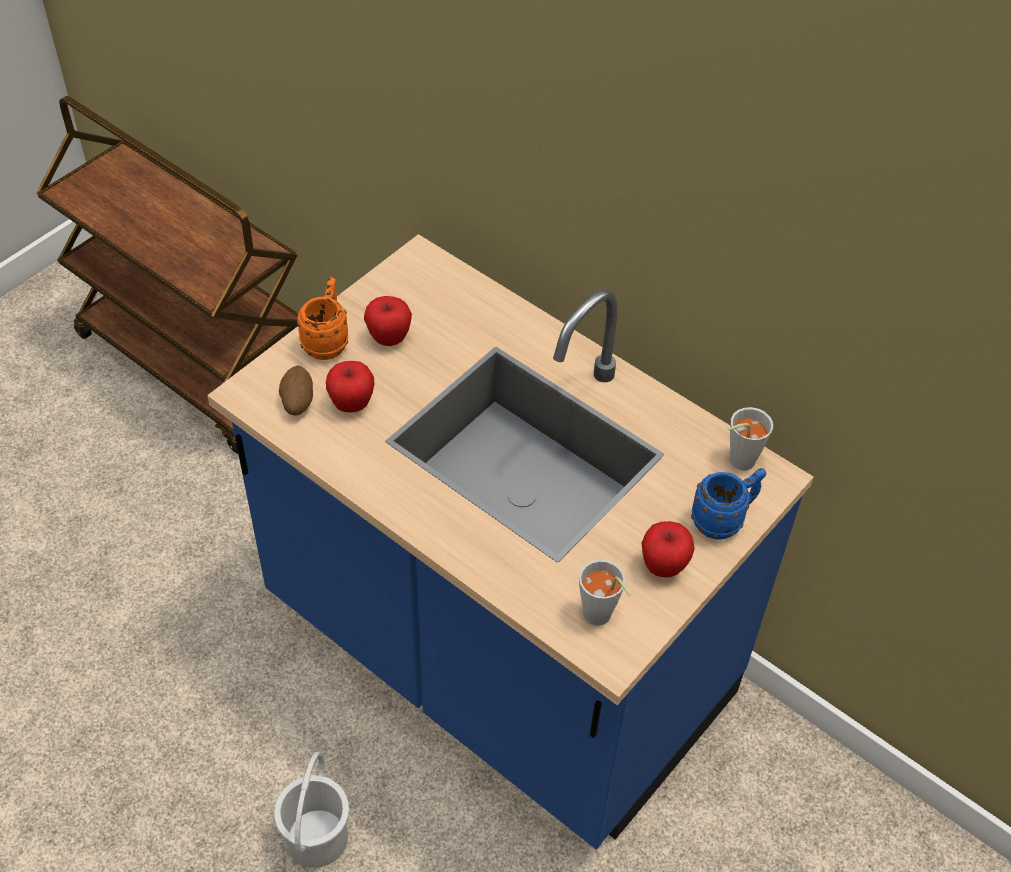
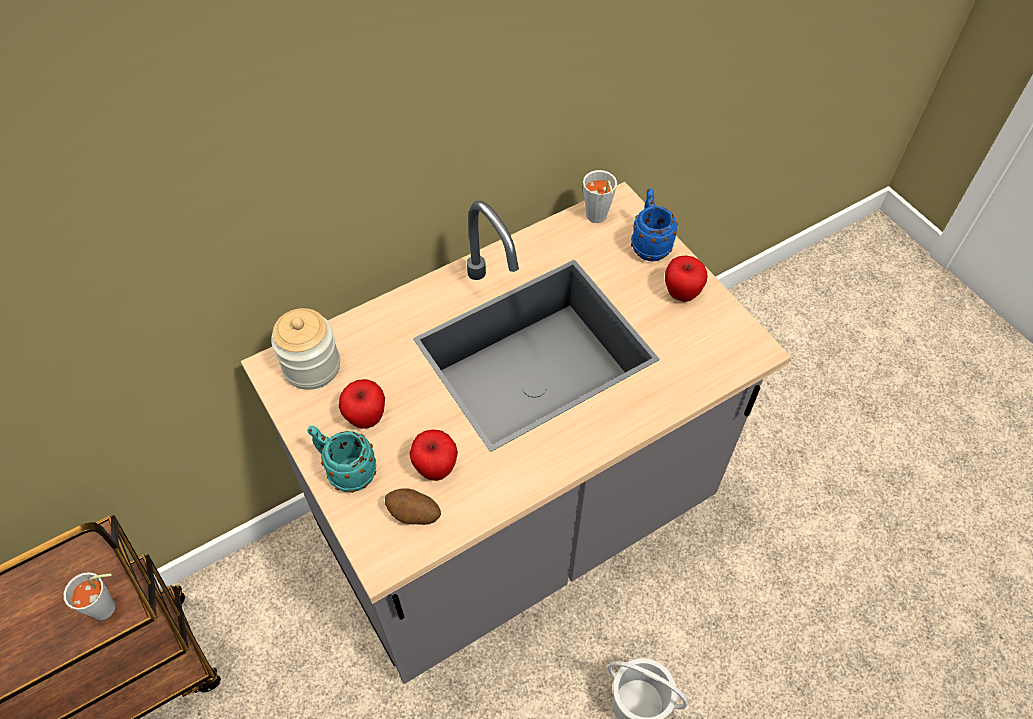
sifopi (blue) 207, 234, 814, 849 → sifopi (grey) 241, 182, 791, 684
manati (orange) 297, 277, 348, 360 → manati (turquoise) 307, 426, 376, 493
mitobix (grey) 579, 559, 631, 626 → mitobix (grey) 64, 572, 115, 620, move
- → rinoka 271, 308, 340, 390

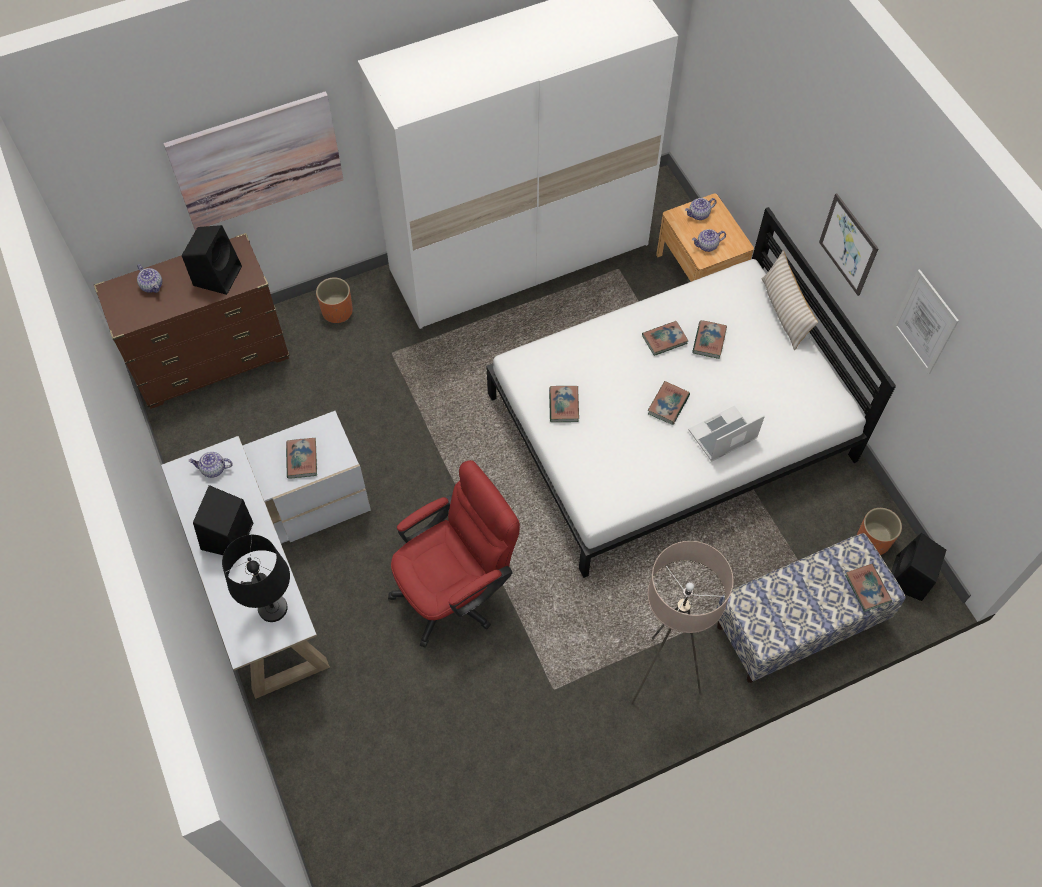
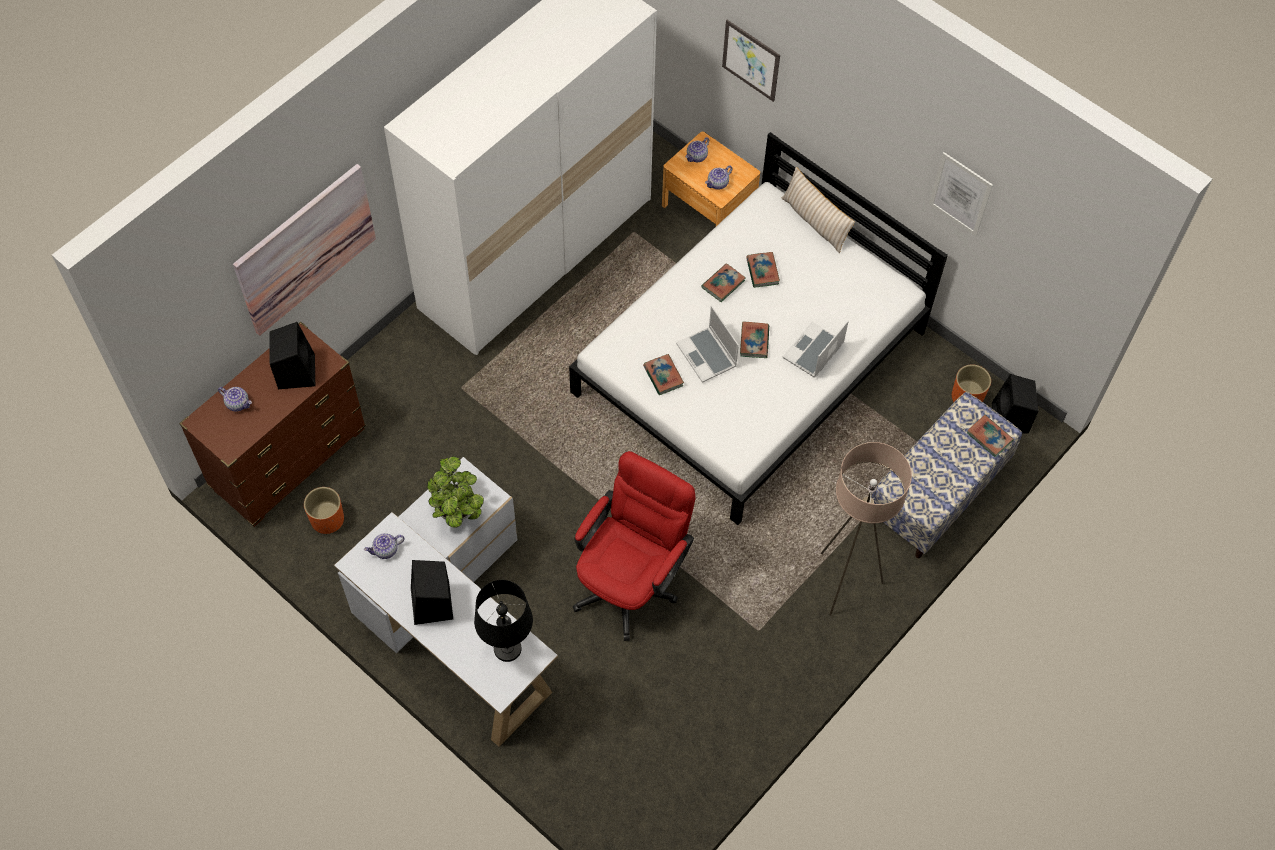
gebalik 819, 193, 879, 296 → gebalik 722, 20, 780, 102, move
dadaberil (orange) 316, 277, 353, 323 → dadaberil (orange) 304, 487, 344, 534, move
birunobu 286, 438, 317, 479 → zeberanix 427, 456, 484, 527
- → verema 676, 306, 739, 383

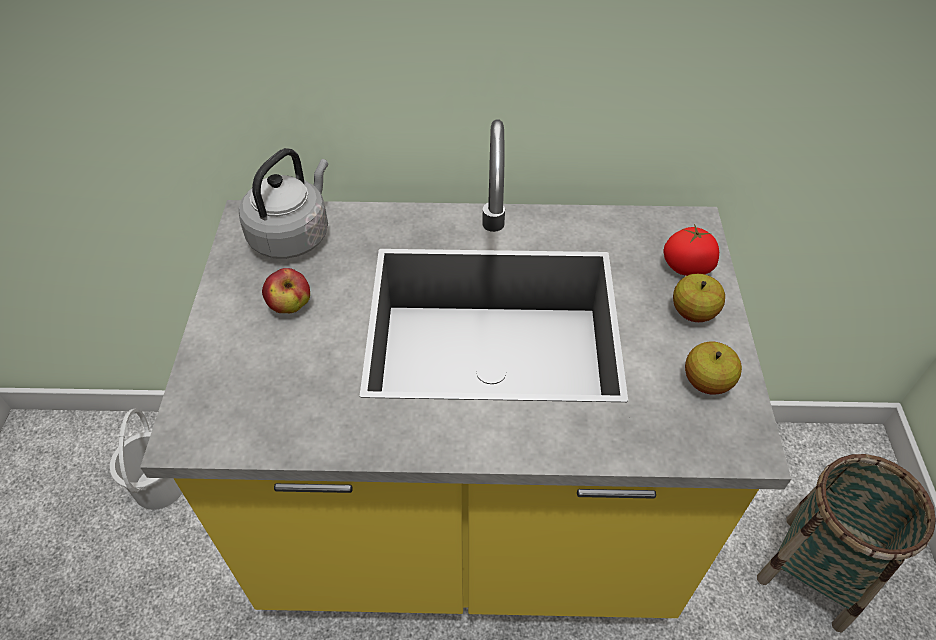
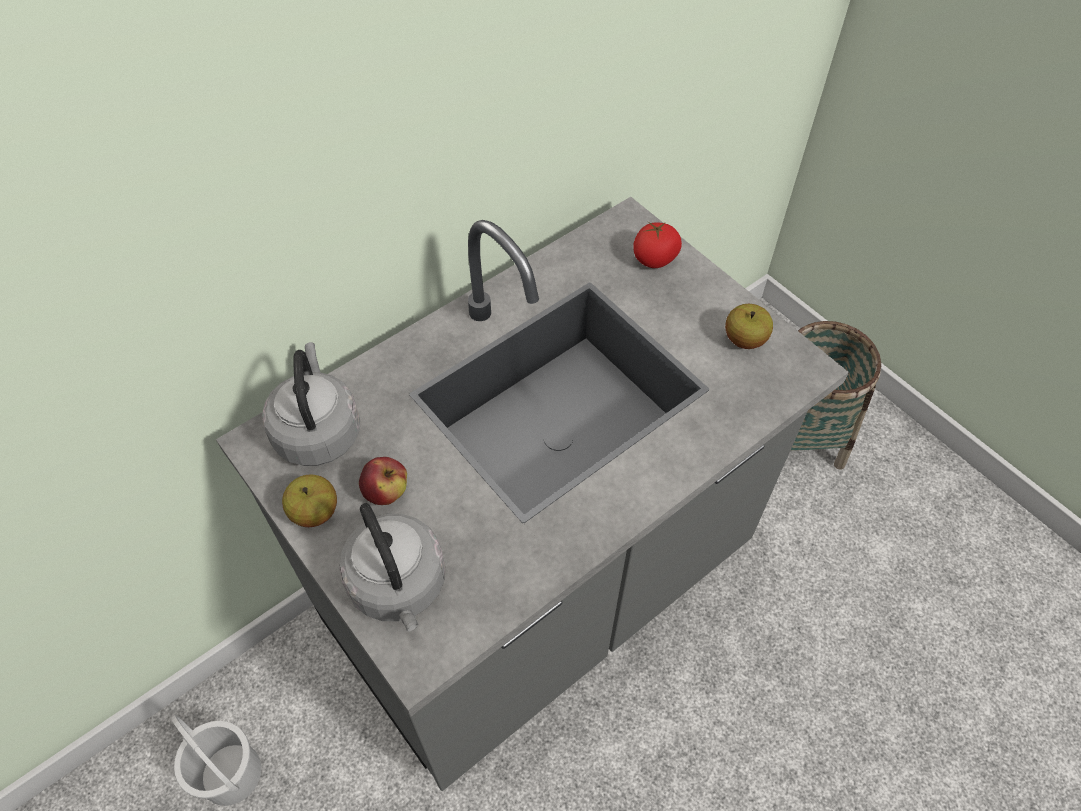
sifopi (yellow) 140, 119, 791, 618 → sifopi (grey) 216, 197, 849, 791
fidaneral 673, 274, 725, 322 → fidaneral 282, 475, 337, 527, move
- → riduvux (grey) 339, 503, 445, 632

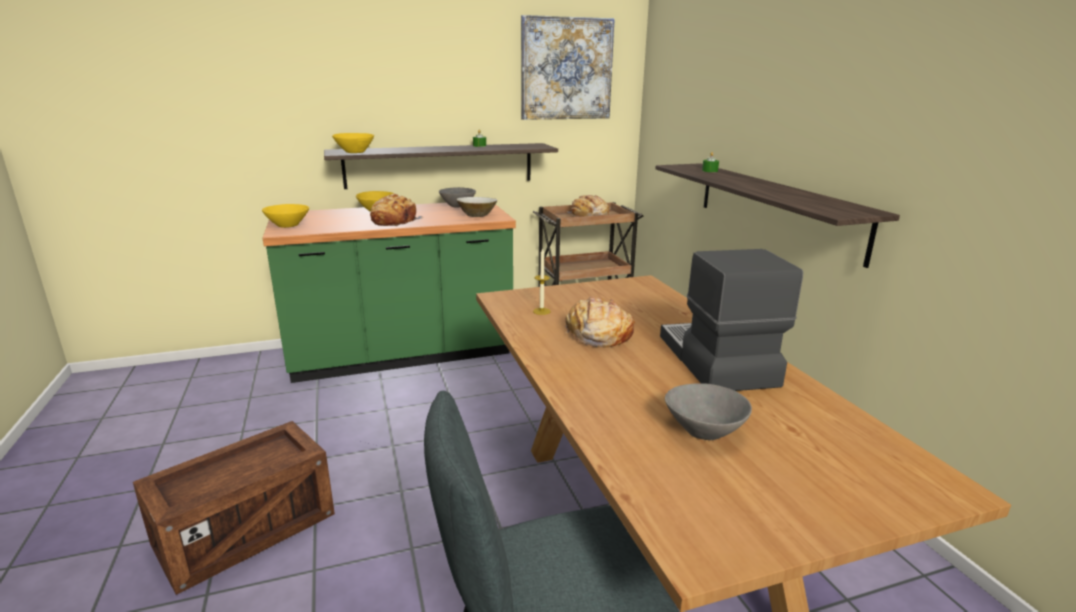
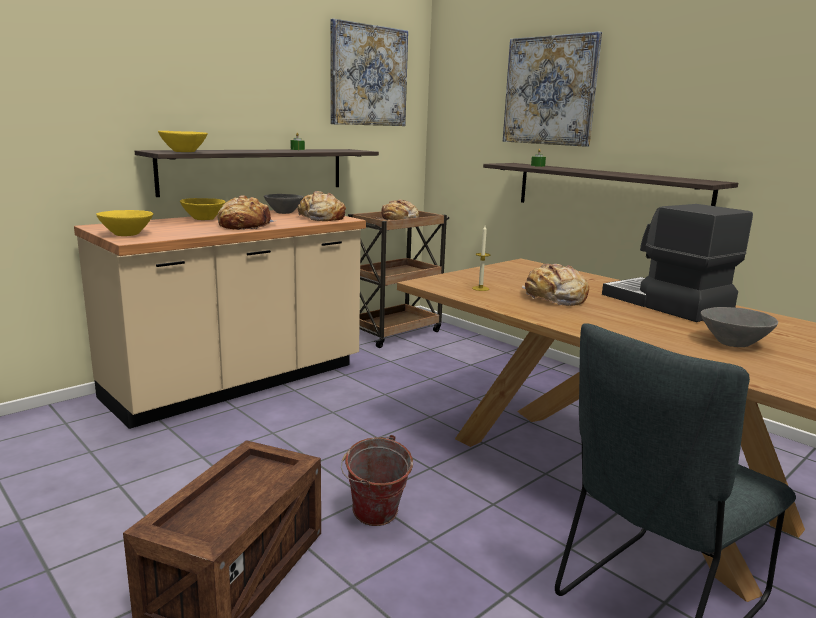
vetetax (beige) 456, 197, 497, 217 → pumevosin 298, 191, 346, 221
sifopi (green) 263, 203, 516, 383 → sifopi (beige) 74, 208, 366, 429
- → gebalik 503, 31, 602, 147
- → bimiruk 341, 435, 413, 526

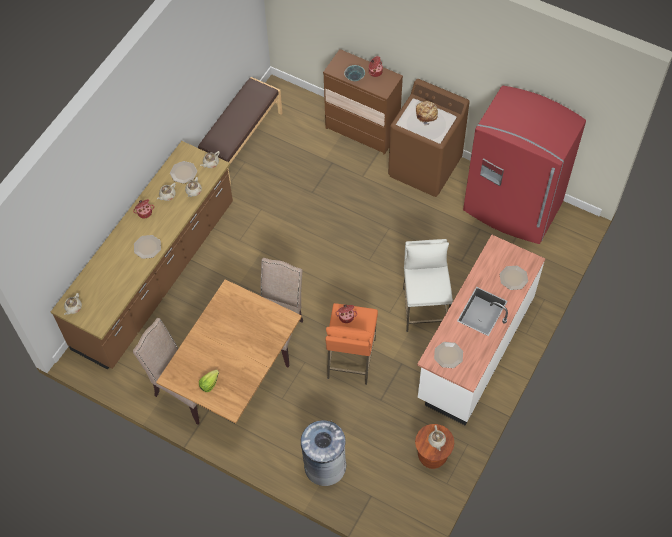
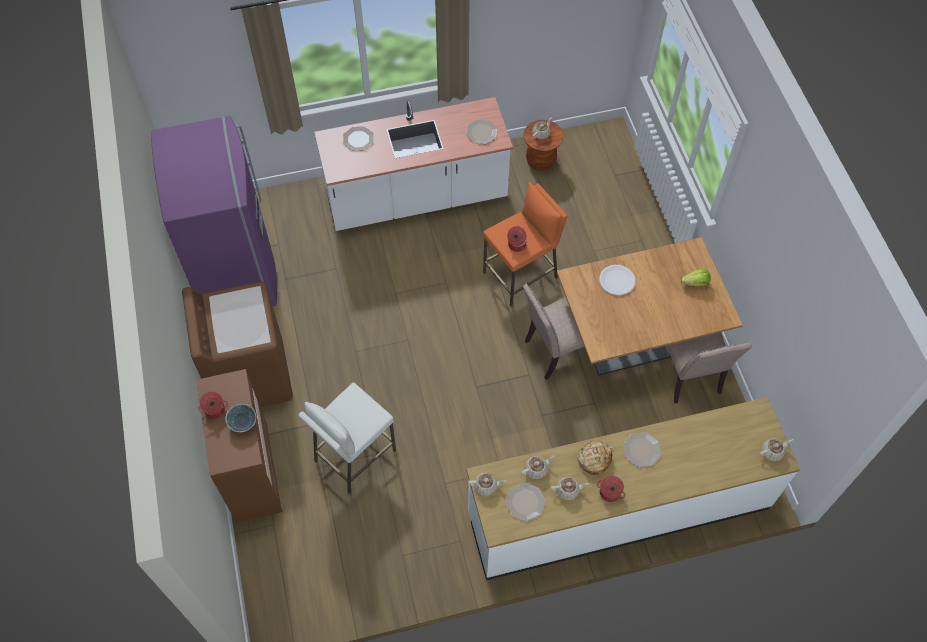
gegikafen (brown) 198, 77, 282, 185 → -
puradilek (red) 463, 86, 586, 244 → puradilek (purple) 151, 116, 277, 306
pumevosin 416, 101, 438, 126 → pumevosin 578, 440, 612, 475, move
sifopi (brown) 51, 141, 233, 370 → sifopi (white) 466, 397, 800, 580
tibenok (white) 403, 239, 453, 332 → tibenok (white) 298, 383, 396, 494, move
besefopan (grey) 301, 420, 346, 486 → -
- → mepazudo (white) 600, 265, 635, 295

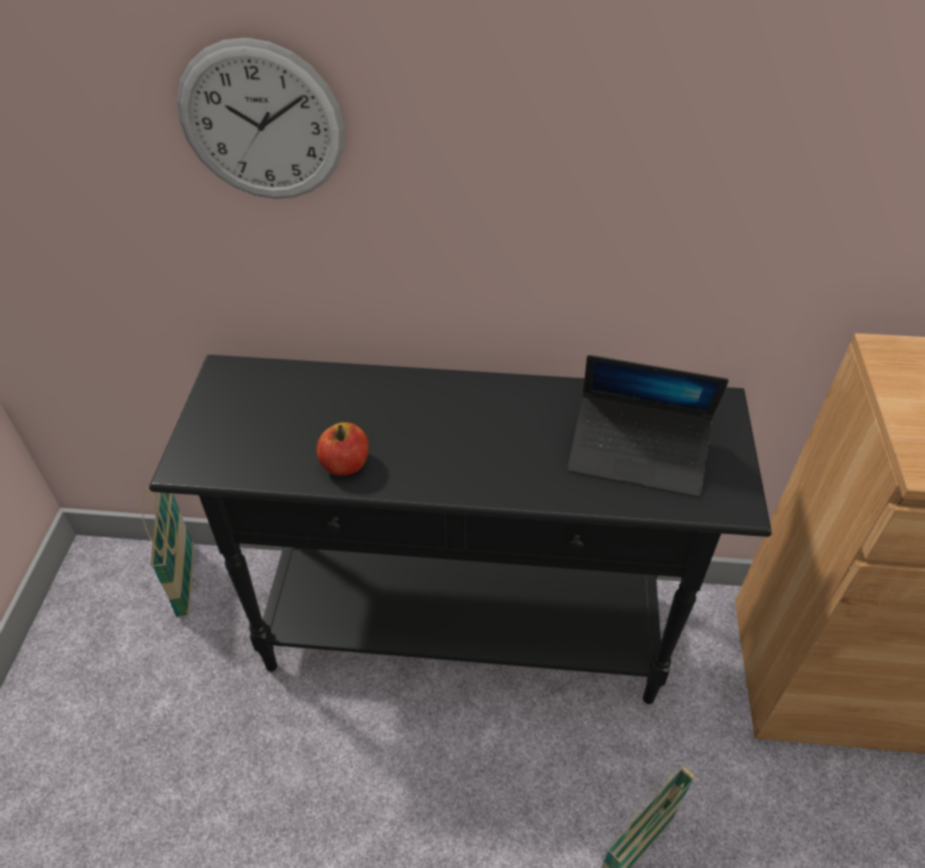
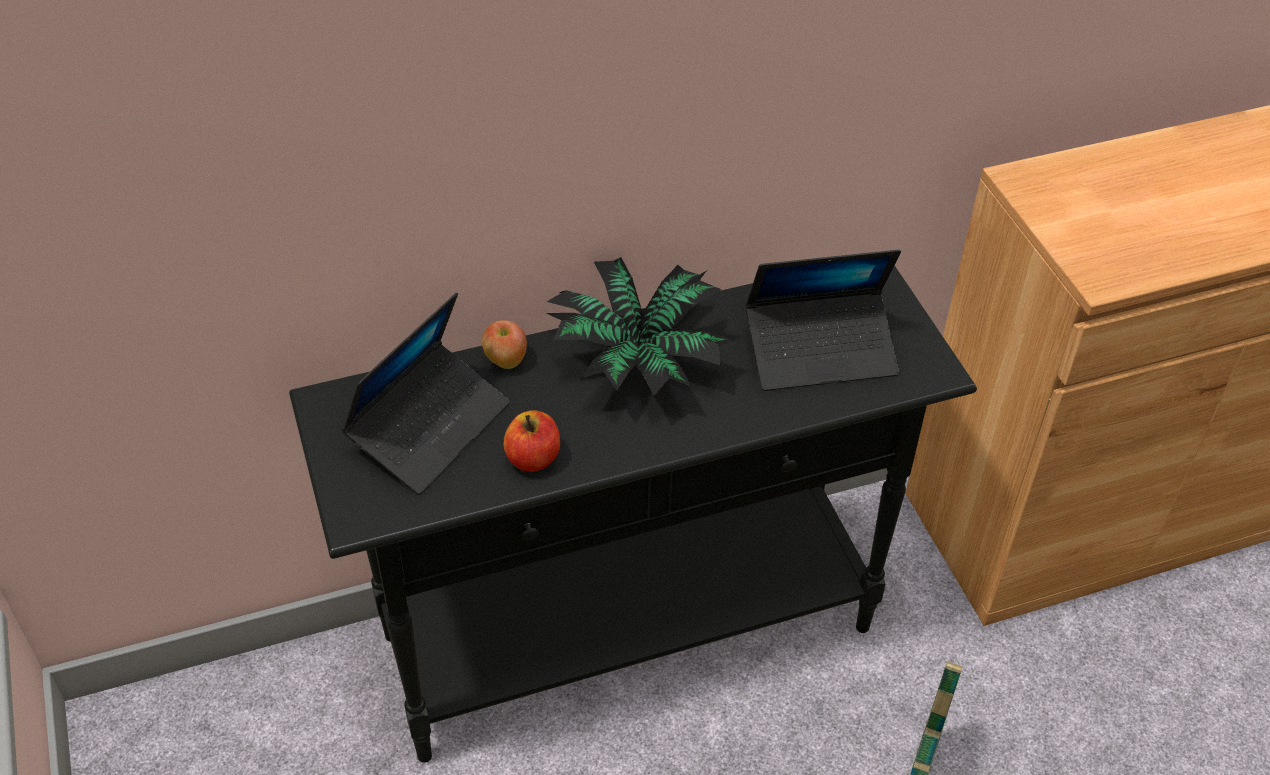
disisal 177, 38, 345, 199 → -
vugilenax 142, 488, 194, 618 → -
- → zeberanix 546, 257, 734, 396
- → verema 342, 292, 510, 495
- → fidaneral 482, 320, 527, 369

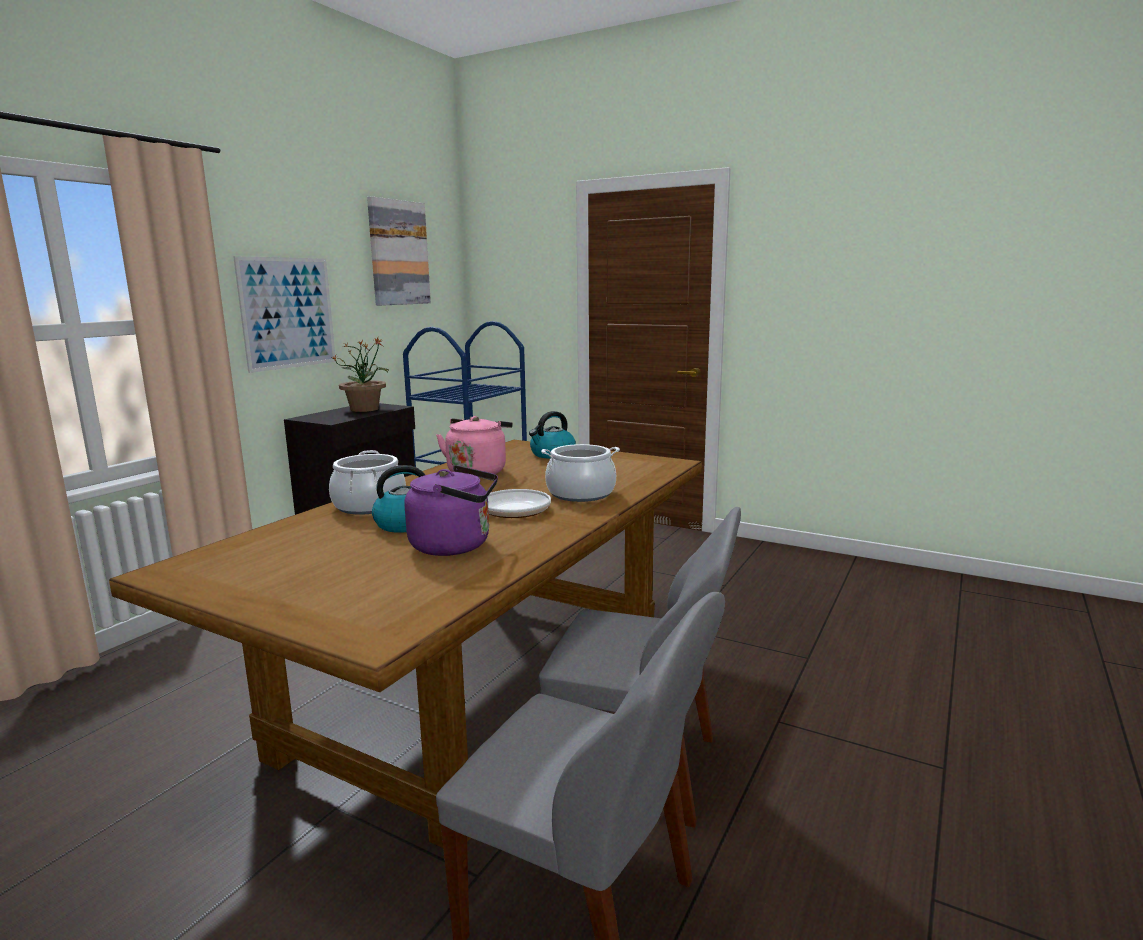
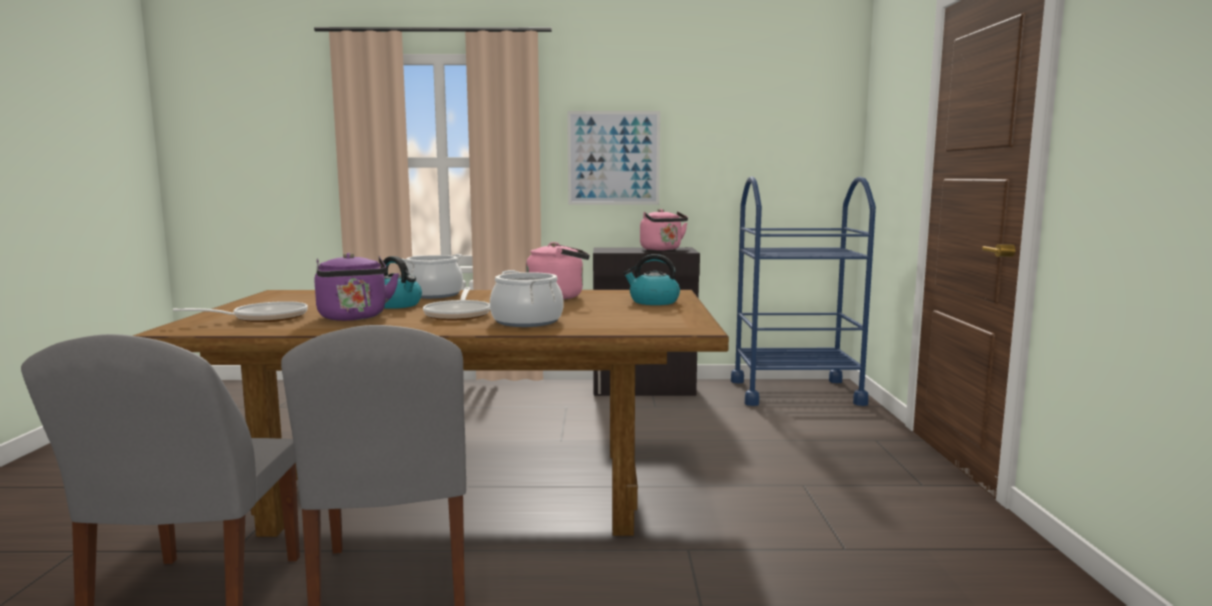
gebalik 367, 196, 431, 306 → -
zeberanix 332, 338, 388, 412 → riduvux (pink) 640, 209, 688, 251
- → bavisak 173, 301, 308, 322

